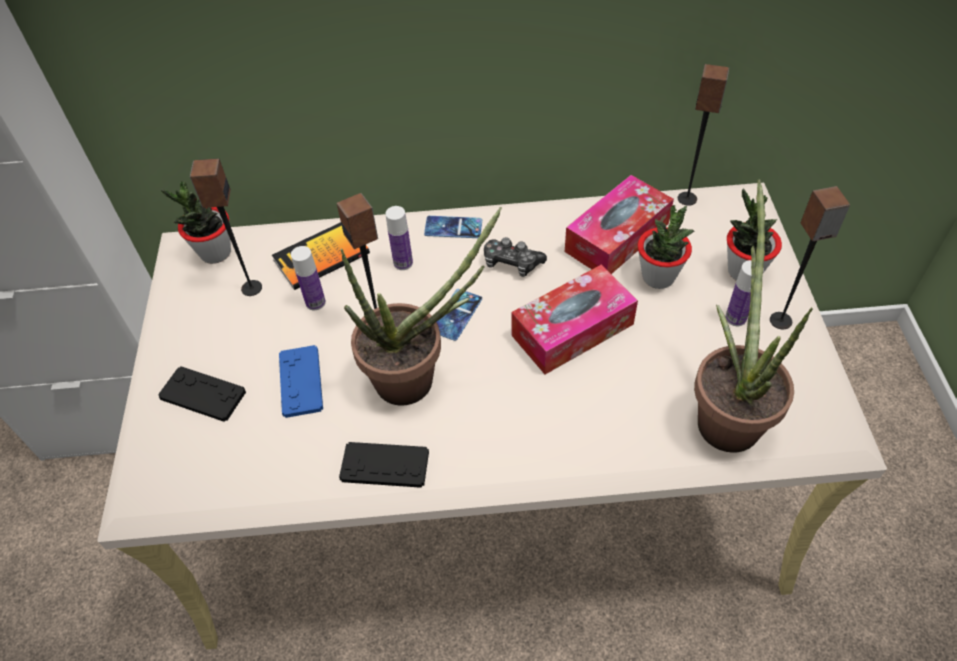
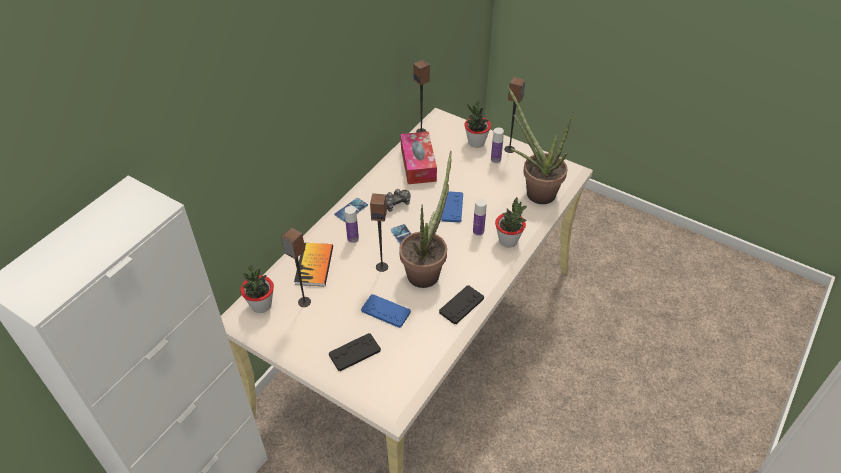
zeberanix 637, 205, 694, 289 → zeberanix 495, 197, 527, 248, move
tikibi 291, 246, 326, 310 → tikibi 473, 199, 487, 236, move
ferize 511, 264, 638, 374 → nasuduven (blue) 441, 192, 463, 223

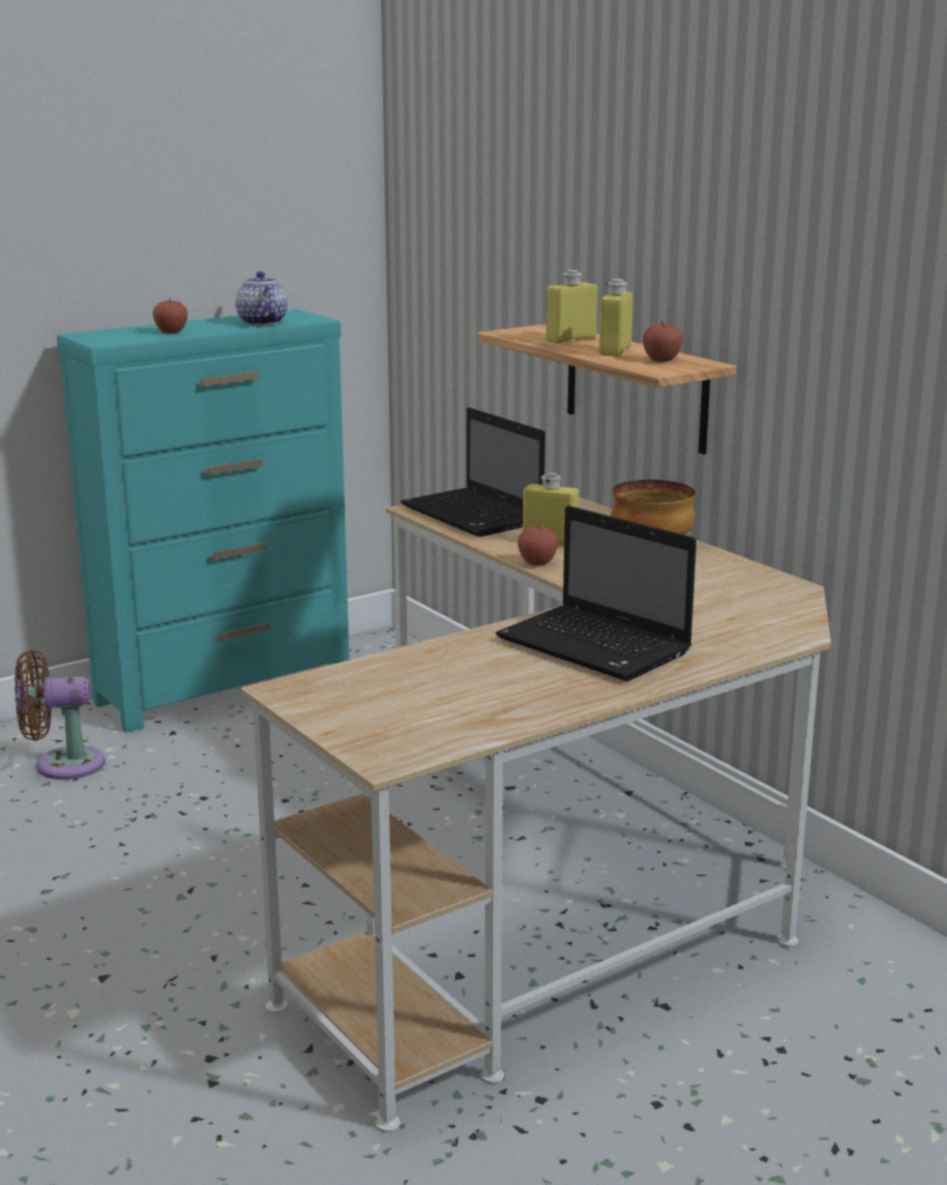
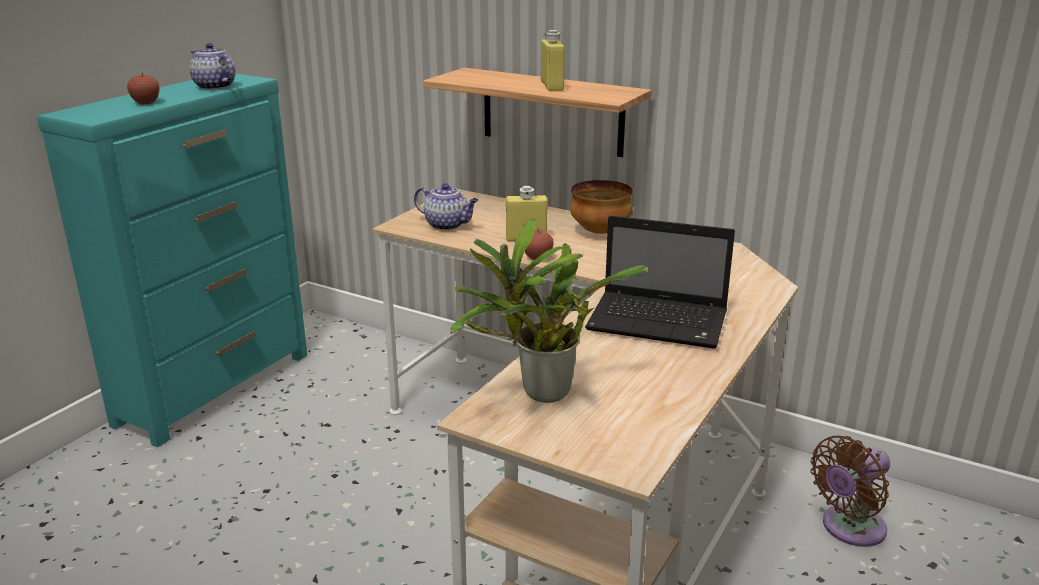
tikibi (yellow) 546, 270, 598, 344 → -
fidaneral 643, 320, 683, 362 → -
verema 401, 407, 545, 537 → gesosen 414, 183, 478, 230
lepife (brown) 15, 650, 105, 780 → lepife (brown) 810, 435, 890, 547, move
- → zeberanix 450, 217, 648, 403

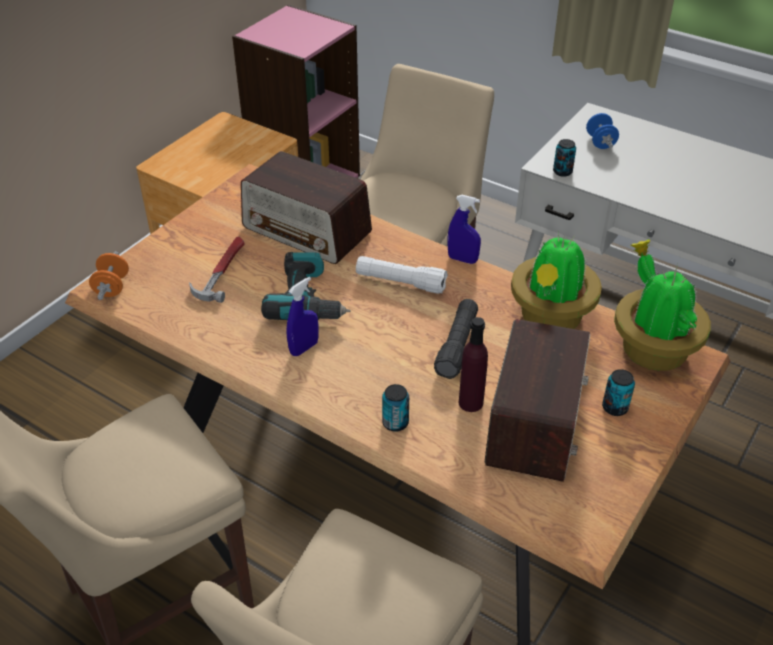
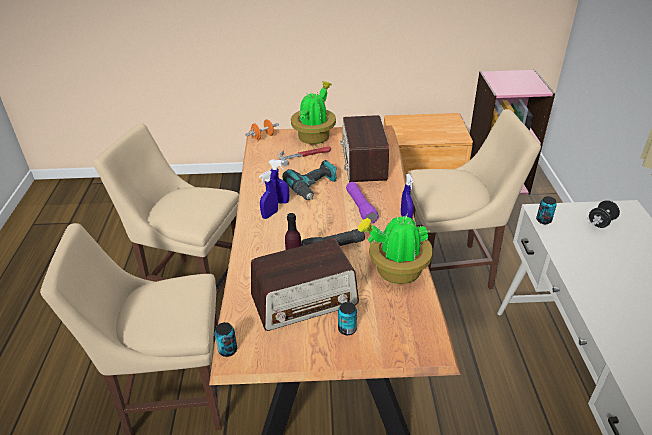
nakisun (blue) 586, 113, 619, 149 → nakisun (black) 589, 200, 620, 228
zeberanix 614, 239, 711, 371 → zeberanix 291, 81, 336, 144, move
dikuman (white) 356, 256, 448, 294 → dikuman (purple) 346, 182, 379, 224
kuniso 382, 384, 409, 432 → kuniso 215, 322, 237, 357, move
- → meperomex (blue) 259, 170, 278, 219

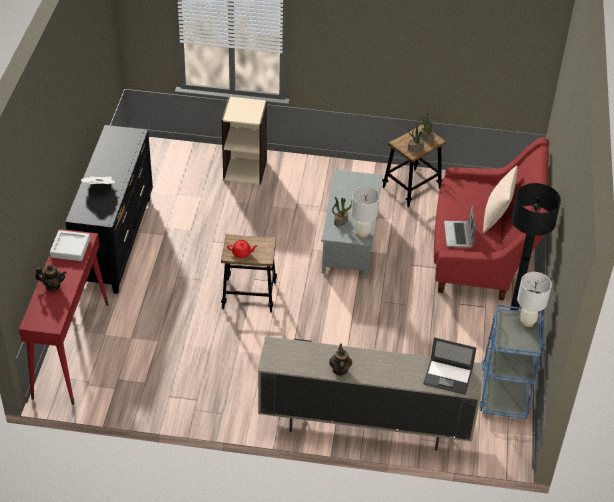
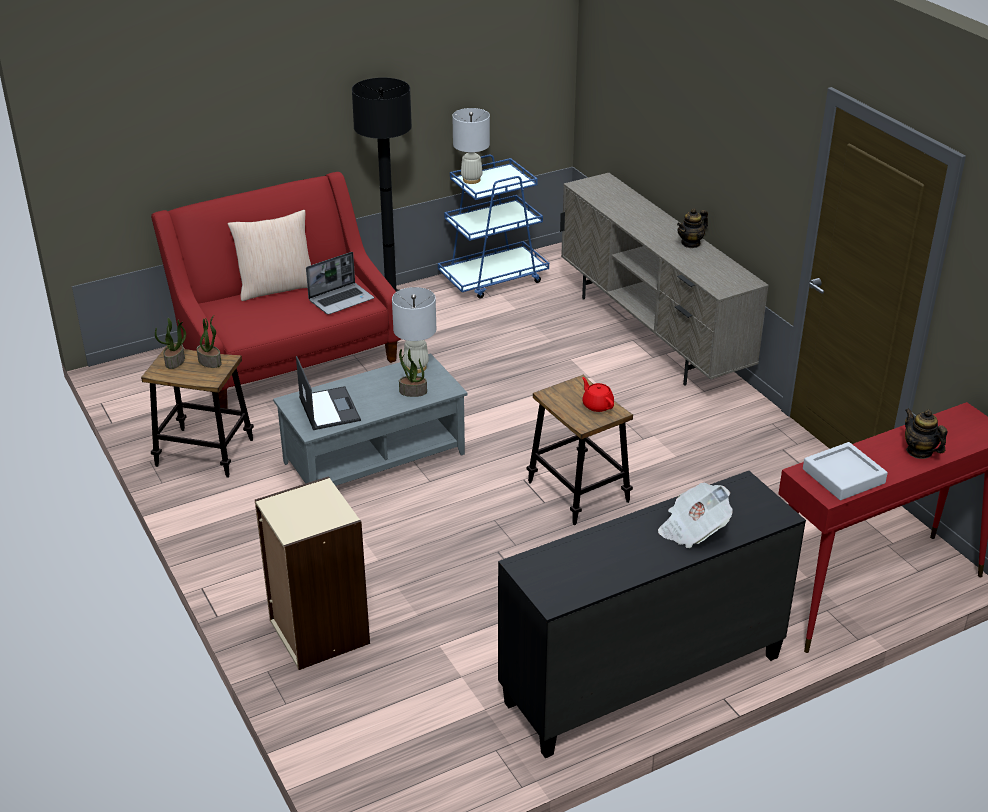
verema 423, 337, 476, 395 → verema 296, 356, 361, 430, move

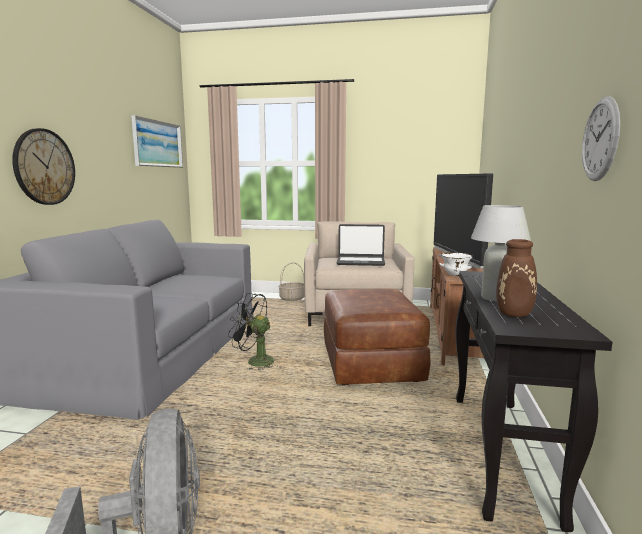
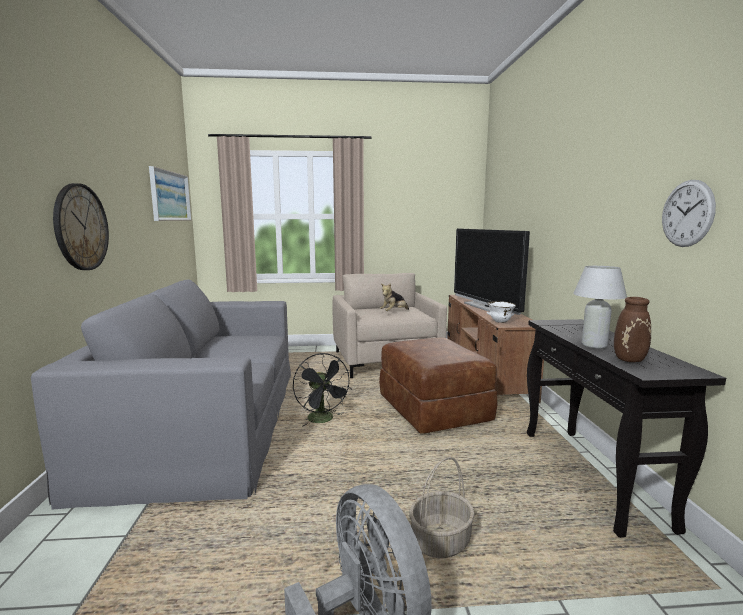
verema 336, 224, 385, 266 → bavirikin 380, 283, 409, 311
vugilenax 278, 262, 304, 301 → vugilenax 409, 457, 475, 558, move
lepife (black) 228, 293, 275, 371 → lepife (black) 293, 353, 352, 426, 120 degrees counterclockwise

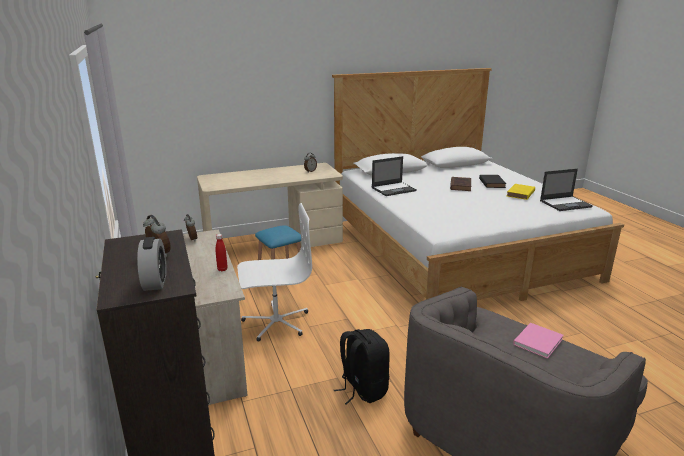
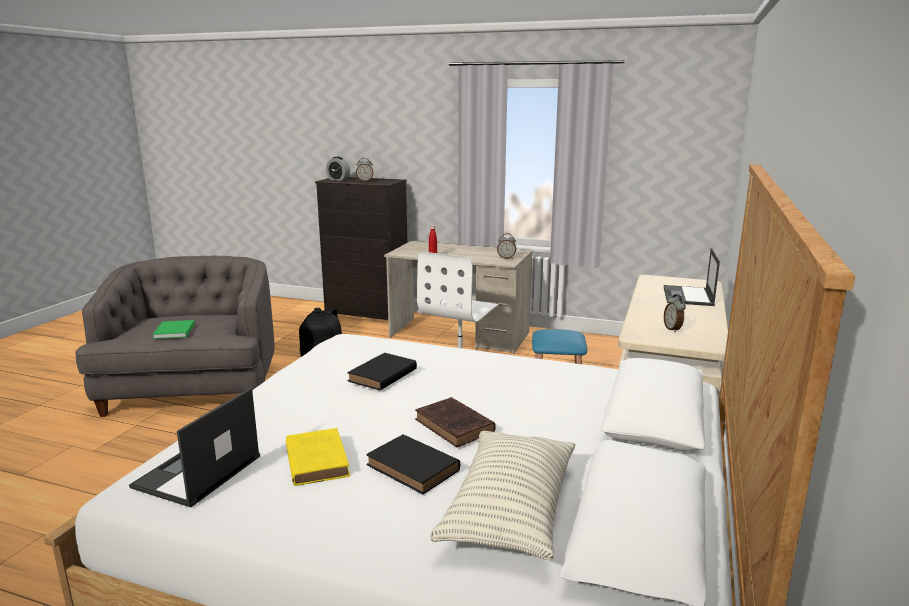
verema 372, 156, 417, 196 → verema 664, 248, 720, 306, move
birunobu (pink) 513, 323, 564, 359 → birunobu (green) 152, 320, 195, 339
- → birunobu (black) 347, 353, 417, 391
- → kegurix 430, 431, 575, 560

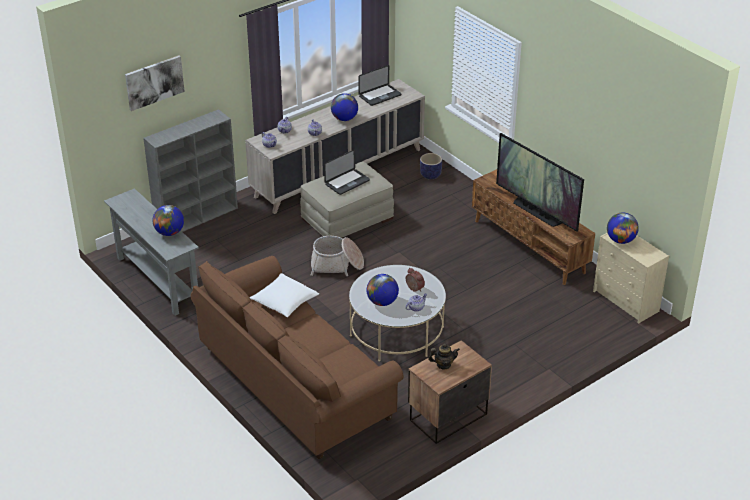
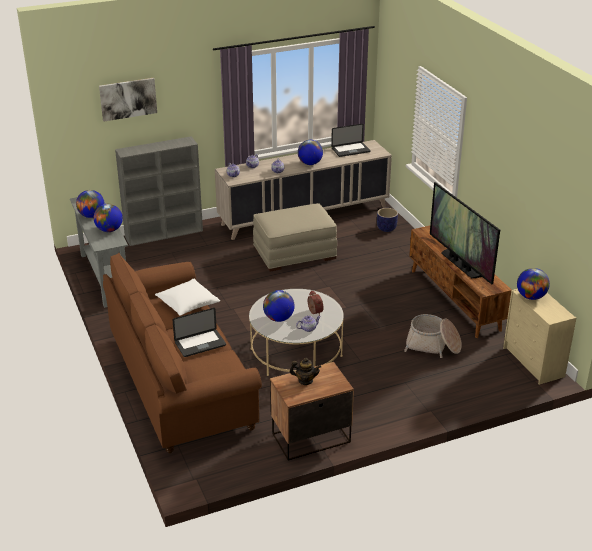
verema 324, 149, 370, 195 → verema 173, 308, 226, 357, move
vugilenax 311, 236, 364, 276 → vugilenax 404, 314, 462, 358, move
- → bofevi 76, 190, 105, 218

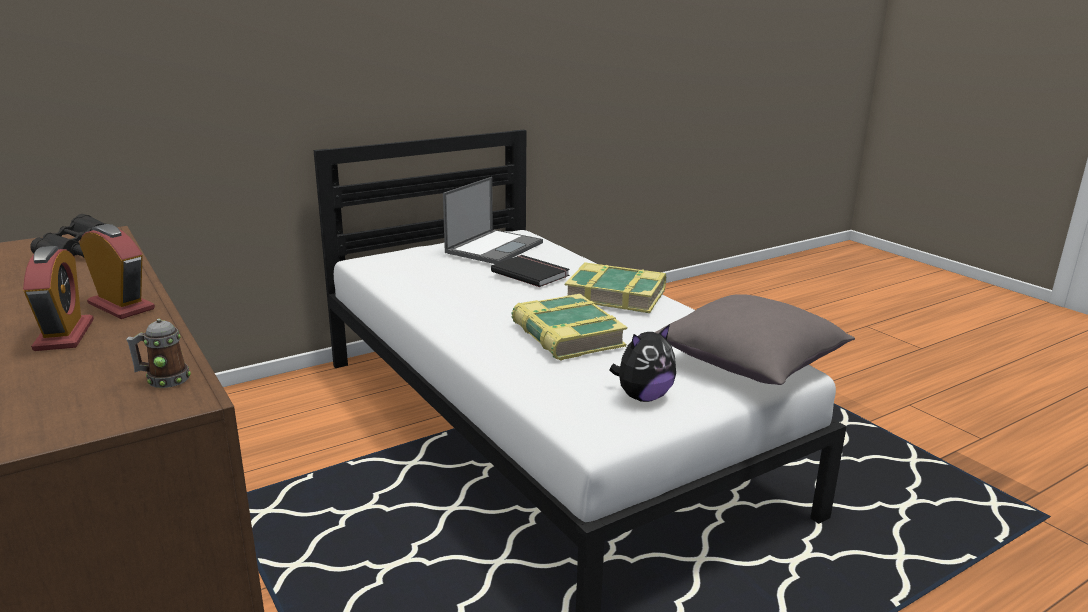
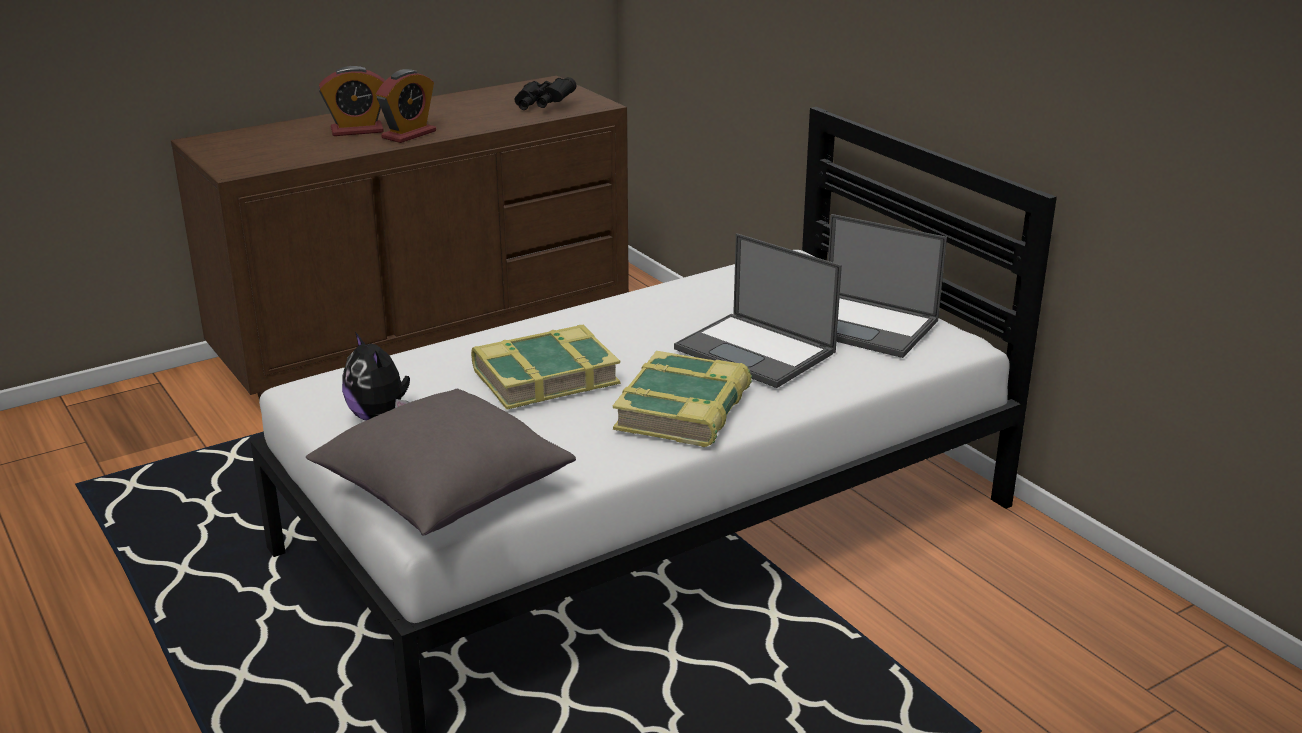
birunobu (black) 491, 255, 570, 287 → verema 674, 233, 842, 388
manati 126, 319, 191, 388 → -

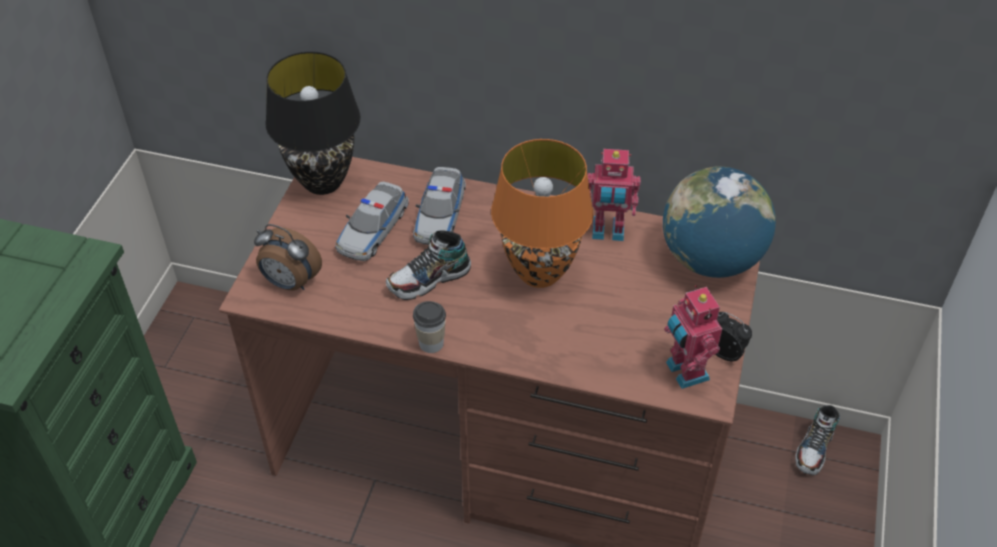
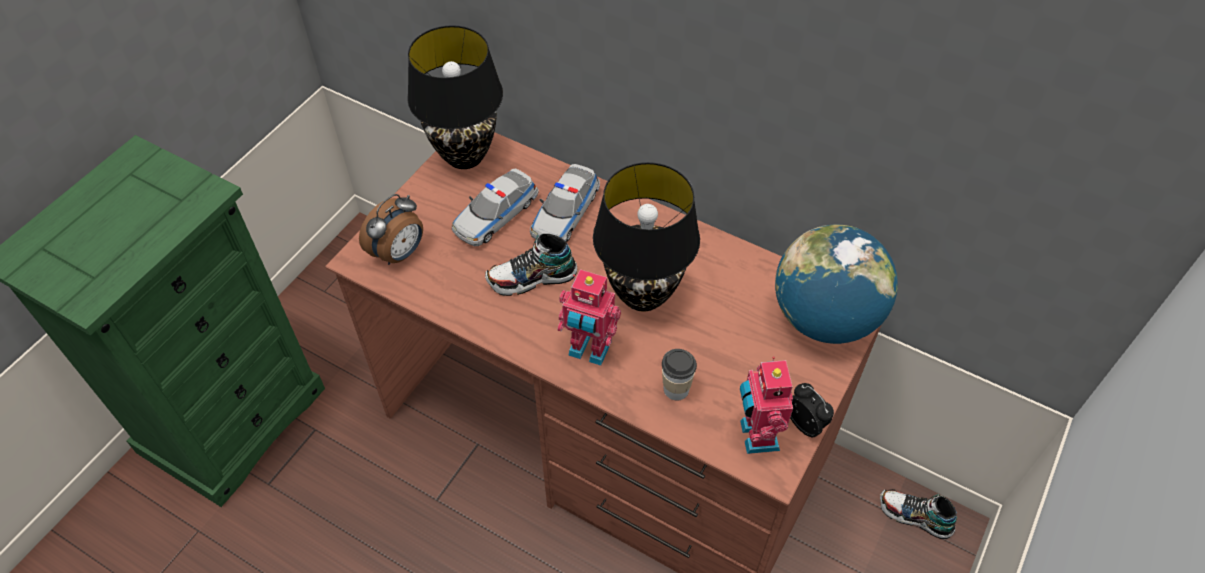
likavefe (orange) 491, 139, 593, 288 → likavefe (black) 593, 162, 700, 312
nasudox 587, 149, 641, 241 → nasudox 557, 269, 621, 366, move
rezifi 254, 224, 322, 290 → rezifi 359, 194, 423, 265, 90 degrees counterclockwise
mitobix 413, 301, 446, 353 → mitobix 662, 349, 697, 401, move
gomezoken 795, 405, 840, 475 → gomezoken 880, 489, 957, 539, 75 degrees clockwise

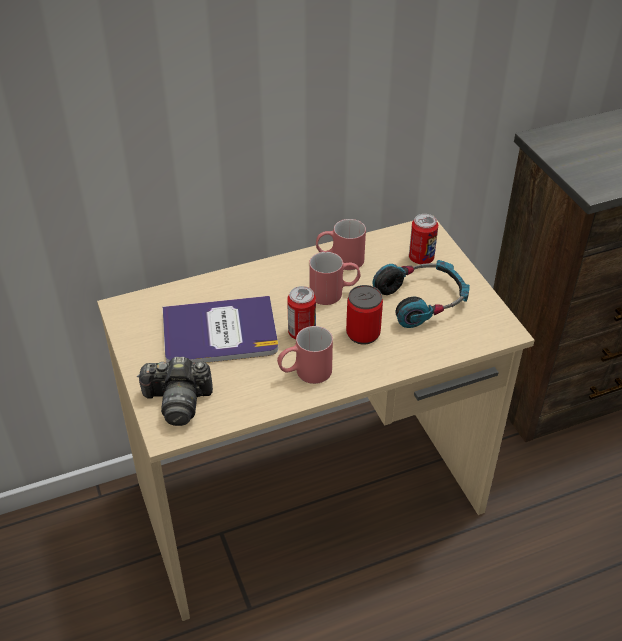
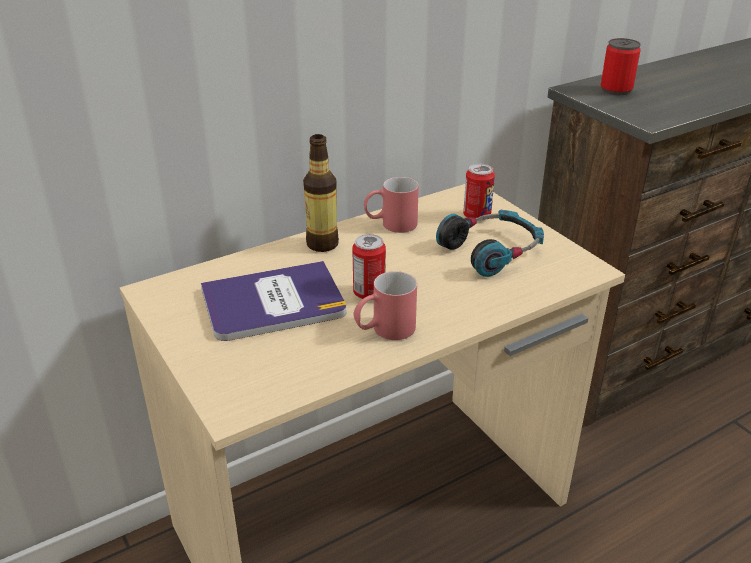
manati (red) 309, 252, 361, 305 → -
kuniso 346, 285, 383, 345 → kuniso 601, 38, 641, 95, move
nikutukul 137, 357, 213, 426 → -
- → tikibi 303, 134, 339, 252

